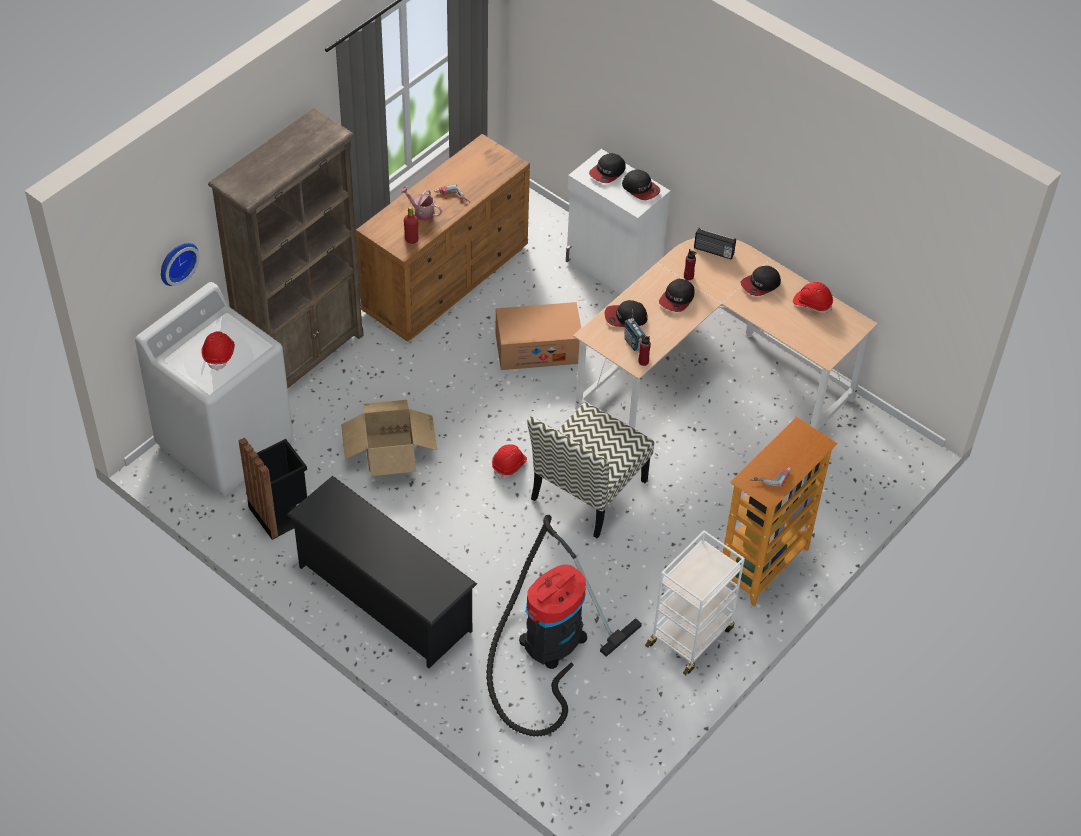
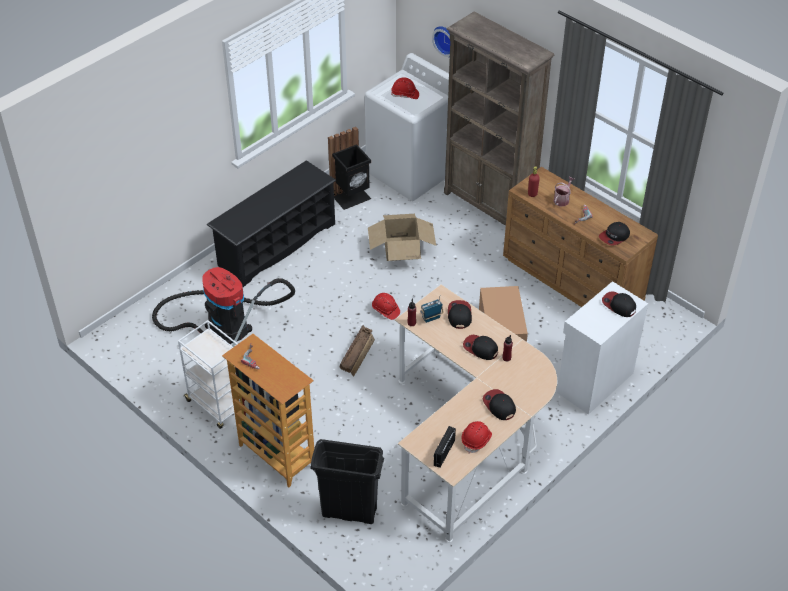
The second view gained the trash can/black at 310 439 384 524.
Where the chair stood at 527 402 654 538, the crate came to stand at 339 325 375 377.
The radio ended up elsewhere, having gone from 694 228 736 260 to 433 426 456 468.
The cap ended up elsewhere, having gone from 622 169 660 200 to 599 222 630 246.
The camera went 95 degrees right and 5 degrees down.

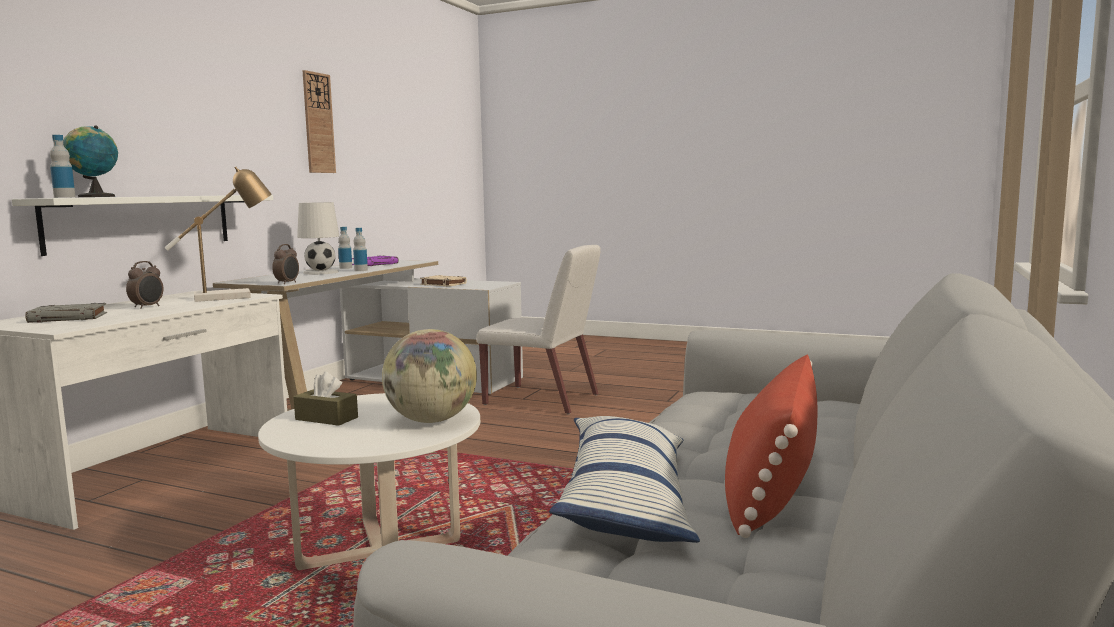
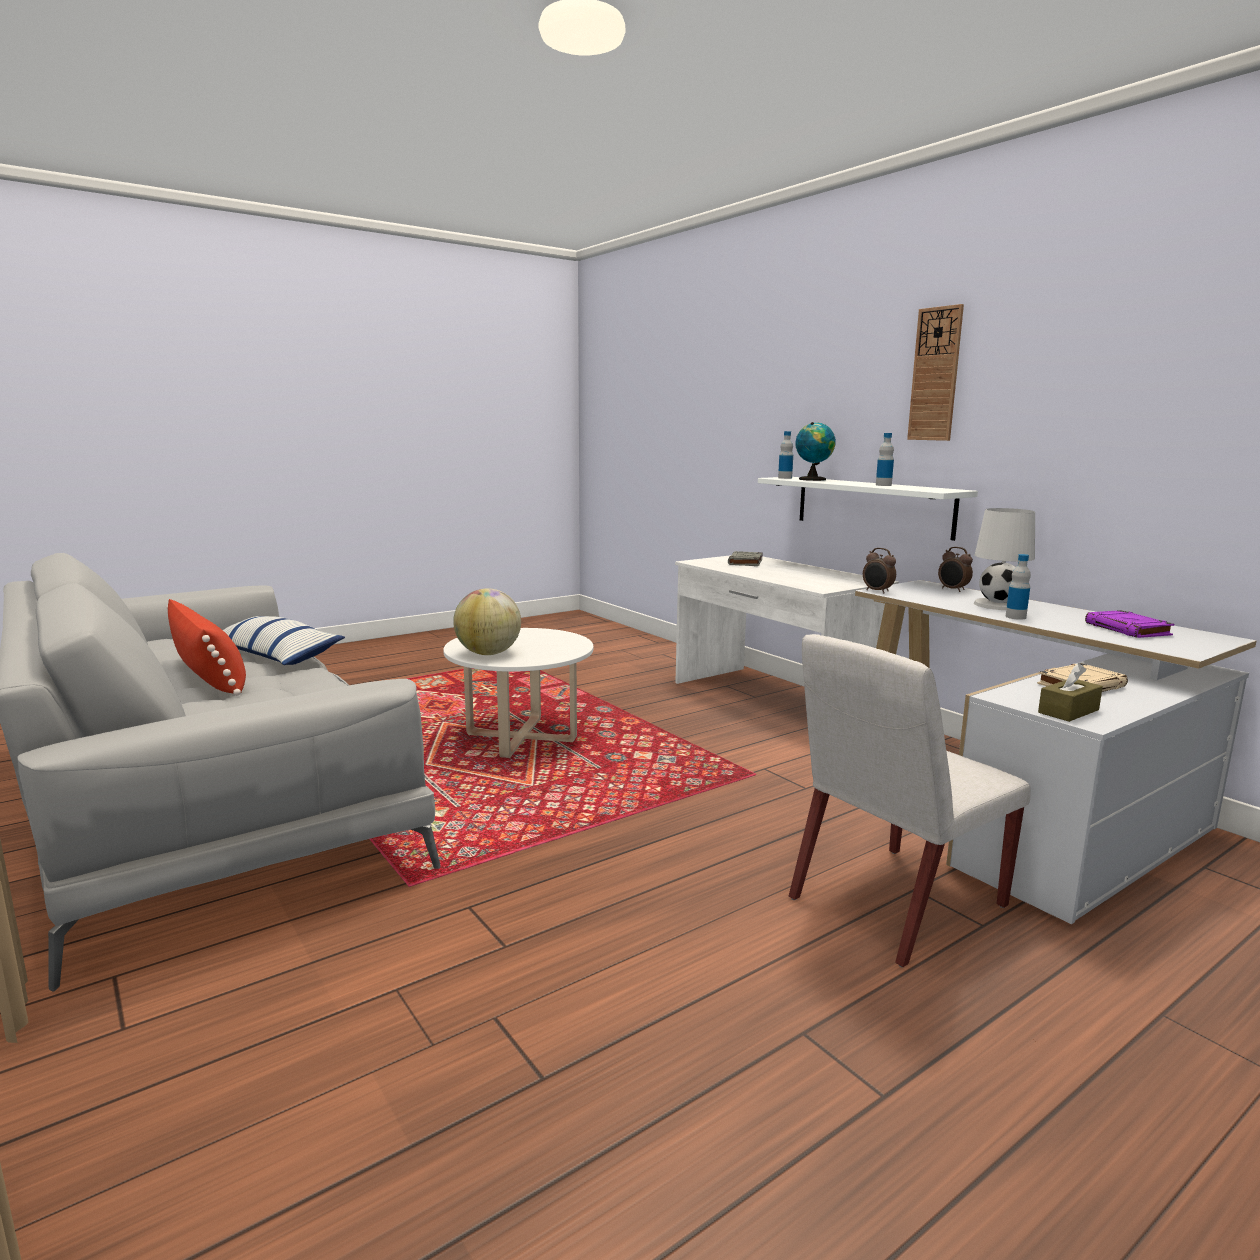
The bottle ended up elsewhere, having gone from 338 227 352 269 to 876 433 894 486.
The wall clock ended up elsewhere, having gone from 303 70 336 173 to 907 304 964 441.
The alarm clock ended up elsewhere, having gone from 126 261 163 309 to 938 547 973 592.
The tissue box/brown ended up elsewhere, having gone from 294 372 358 426 to 1038 663 1103 722.
The second view lost the table lamp at 164 167 272 302.
The camera went 120 degrees right and 5 degrees up.

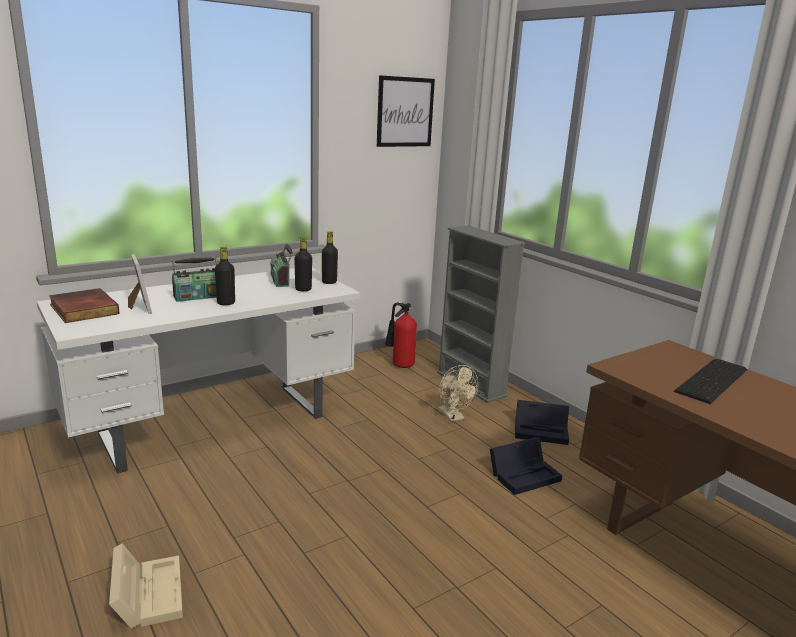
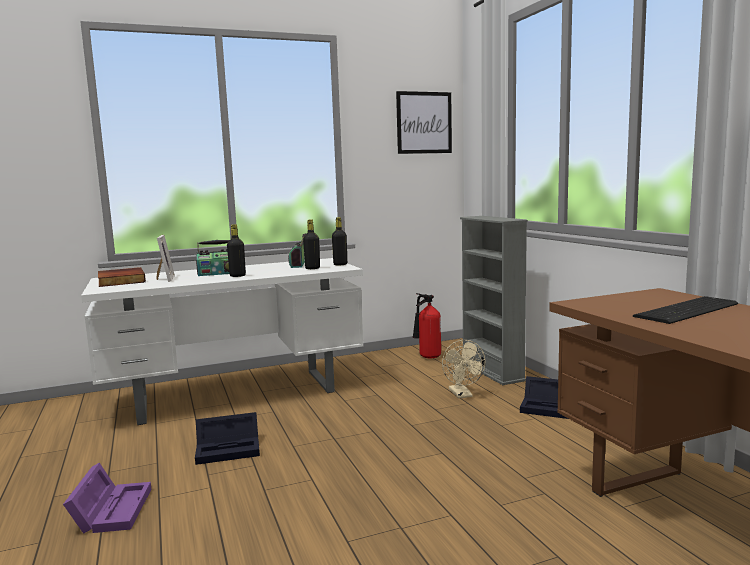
What was the storage box/beige at 109 543 183 629 turned into the storage box/purple at 63 463 151 534.
The storage box/black ended up elsewhere, having gone from 490 437 562 495 to 195 412 260 465.
The camera went 15 degrees right and 10 degrees down.

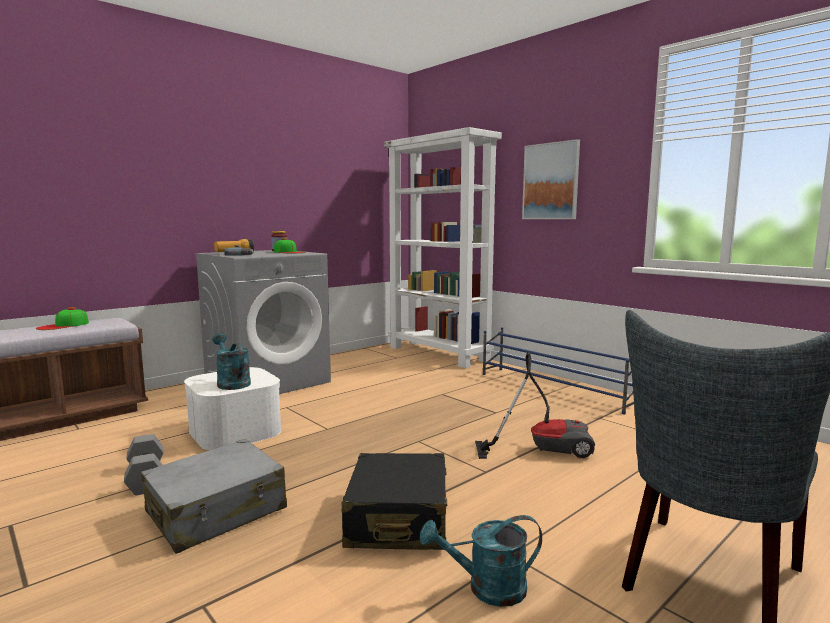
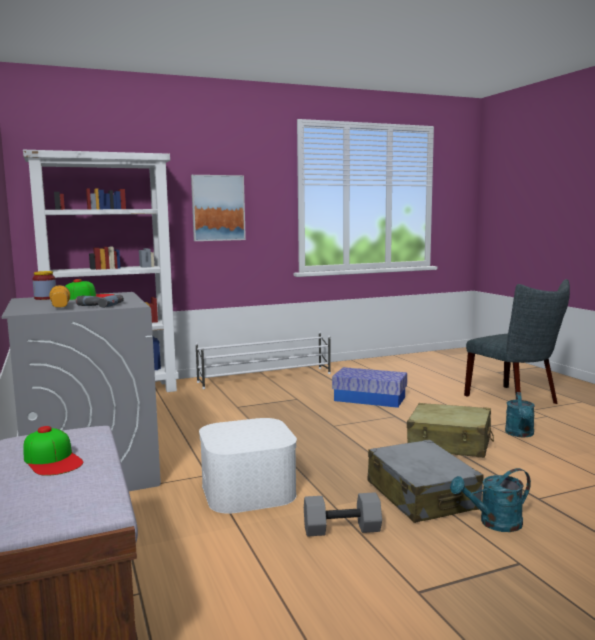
What was the shoe rack/blue at 483 327 634 414 turned into the shoe rack/white at 195 332 331 389.
Where the vacuum cleaner stood at 475 352 595 459, the storage box came to stand at 332 367 407 408.
What was the suitcase/black at 341 453 447 550 turned into the suitcase/beige at 407 403 494 458.
The watering can/turquoise ended up elsewhere, having gone from 213 333 251 390 to 450 468 531 532.
The camera went 70 degrees left and 0 degrees up.

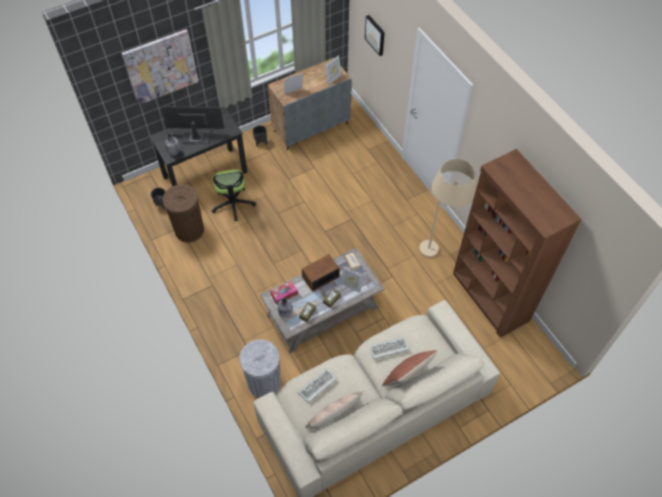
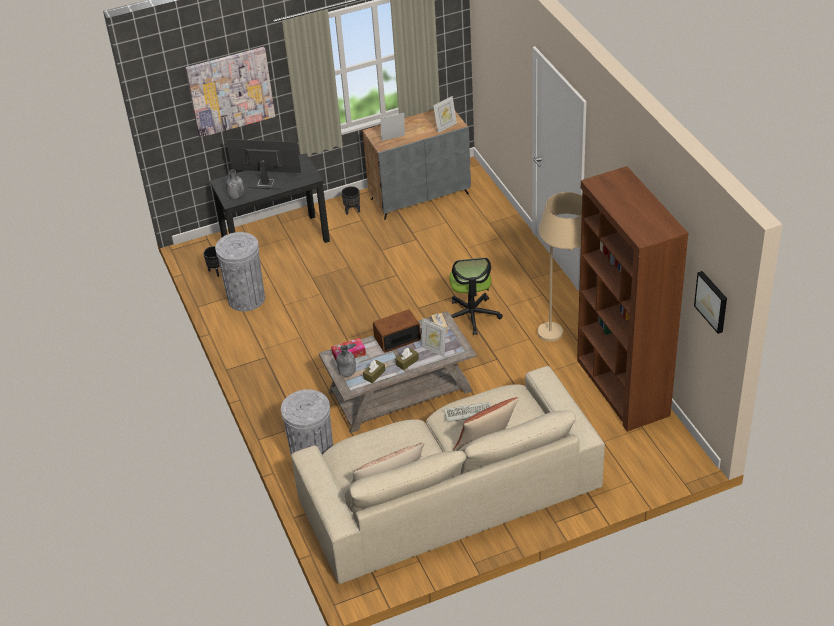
What was the trash can/brown at 163 184 204 242 turned into the trash can/grey at 215 232 265 311.
The office chair ended up elsewhere, having gone from 212 169 256 221 to 450 258 503 335.
The picture ended up elsewhere, having gone from 365 15 385 56 to 694 271 727 334.
The second view lost the keyboard at 298 368 337 403.
The camera went 10 degrees right and 15 degrees down.

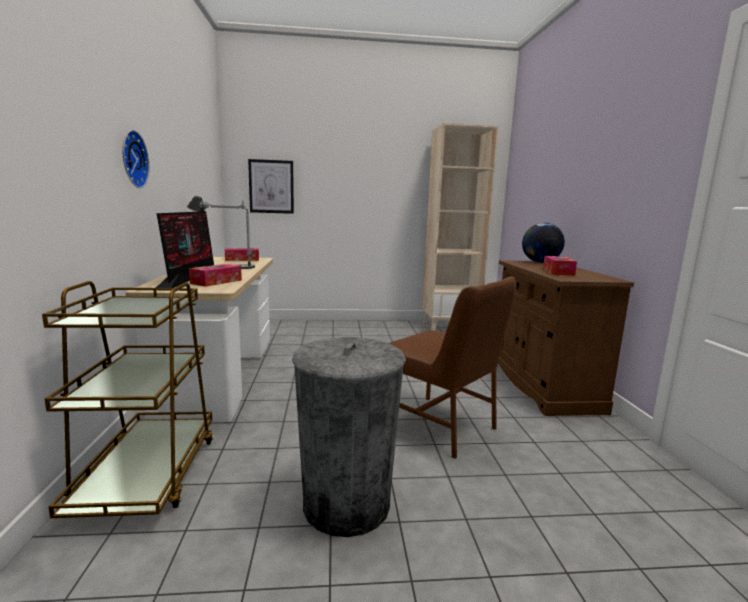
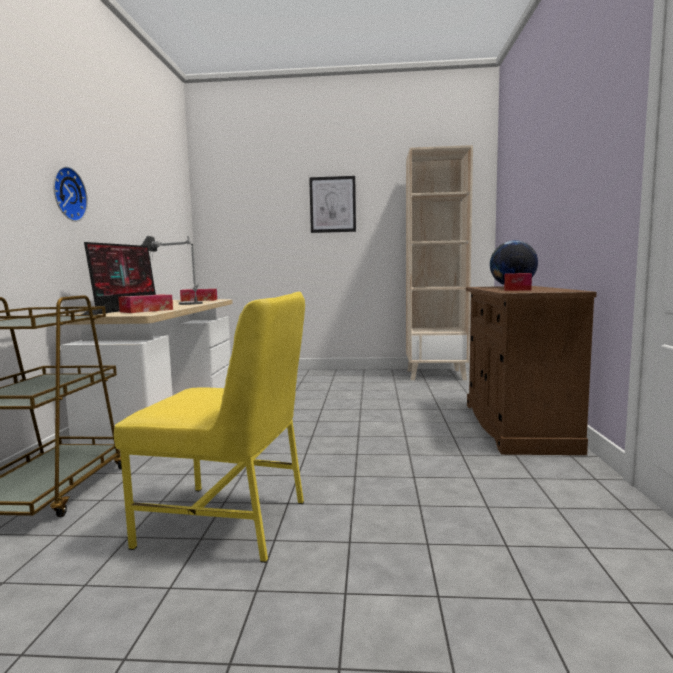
Where the trash can/grey stood at 292 337 406 537, the chair/yellow came to stand at 114 292 305 563.
The picture ended up elsewhere, having gone from 248 159 294 214 to 309 176 356 233.
The second view lost the chair/brown at 389 276 516 459.
The camera went 10 degrees right and 5 degrees down.

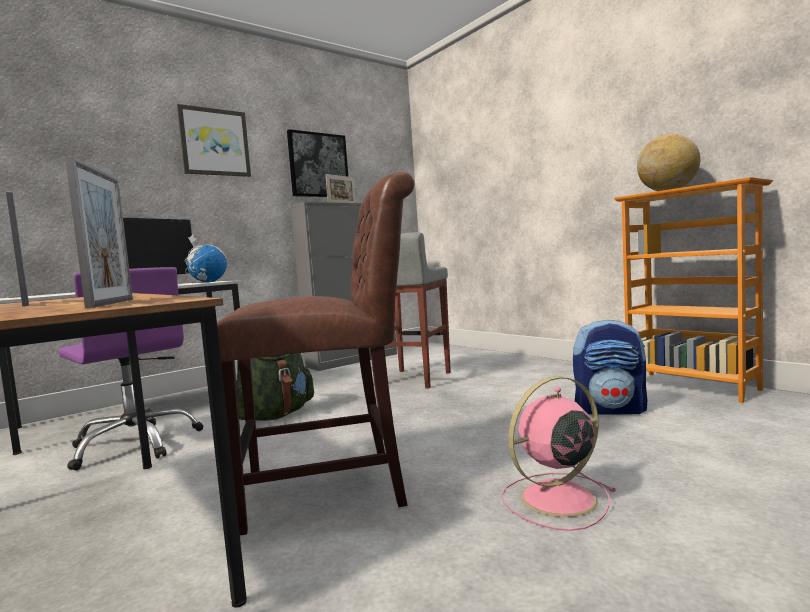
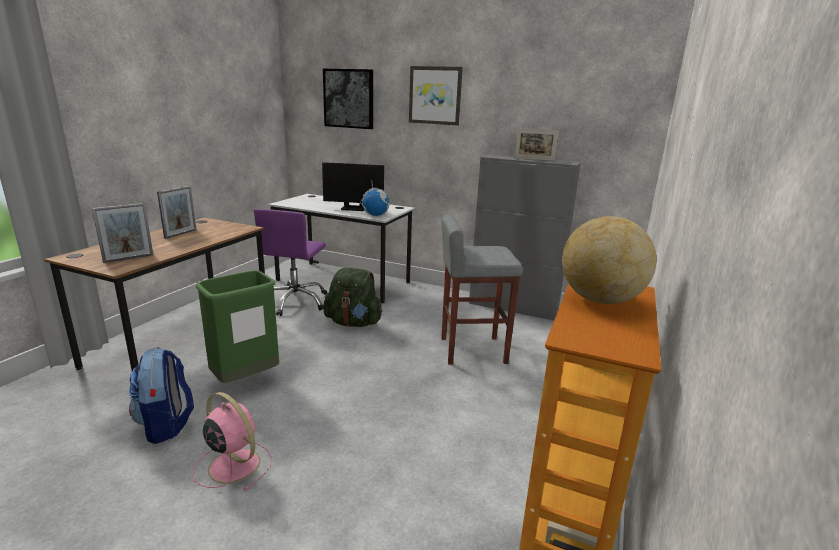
The backpack ended up elsewhere, having gone from 573 319 647 415 to 129 347 194 444.
Where the chair/brown stood at 217 172 415 535, the trash can/green came to stand at 196 270 279 383.
The picture ended up elsewhere, having gone from 287 129 348 197 to 323 69 373 129.
The camera went 60 degrees right and 15 degrees up.

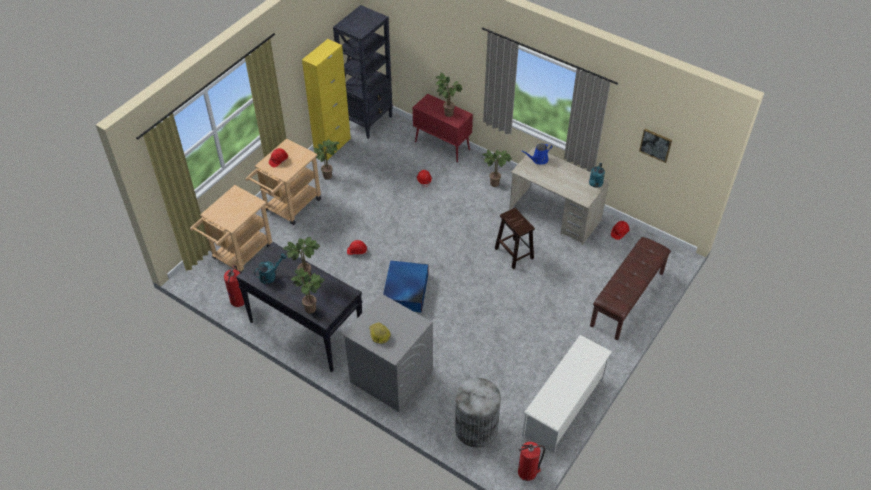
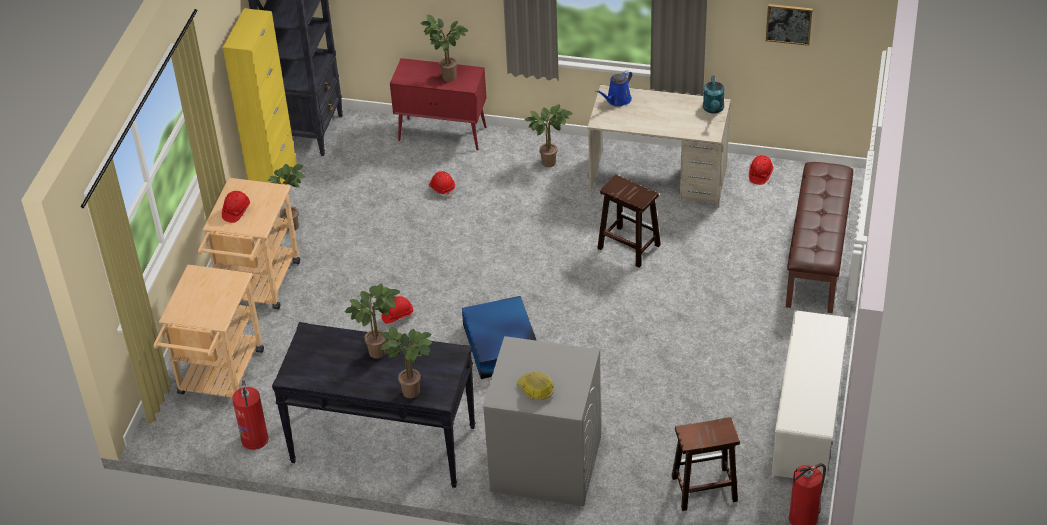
Where the trash can/grey stood at 455 378 501 447, the stool/brown came to stand at 672 417 740 511.
The second view lost the watering can/turquoise at 254 253 287 284.
The camera went 20 degrees left and 5 degrees down.

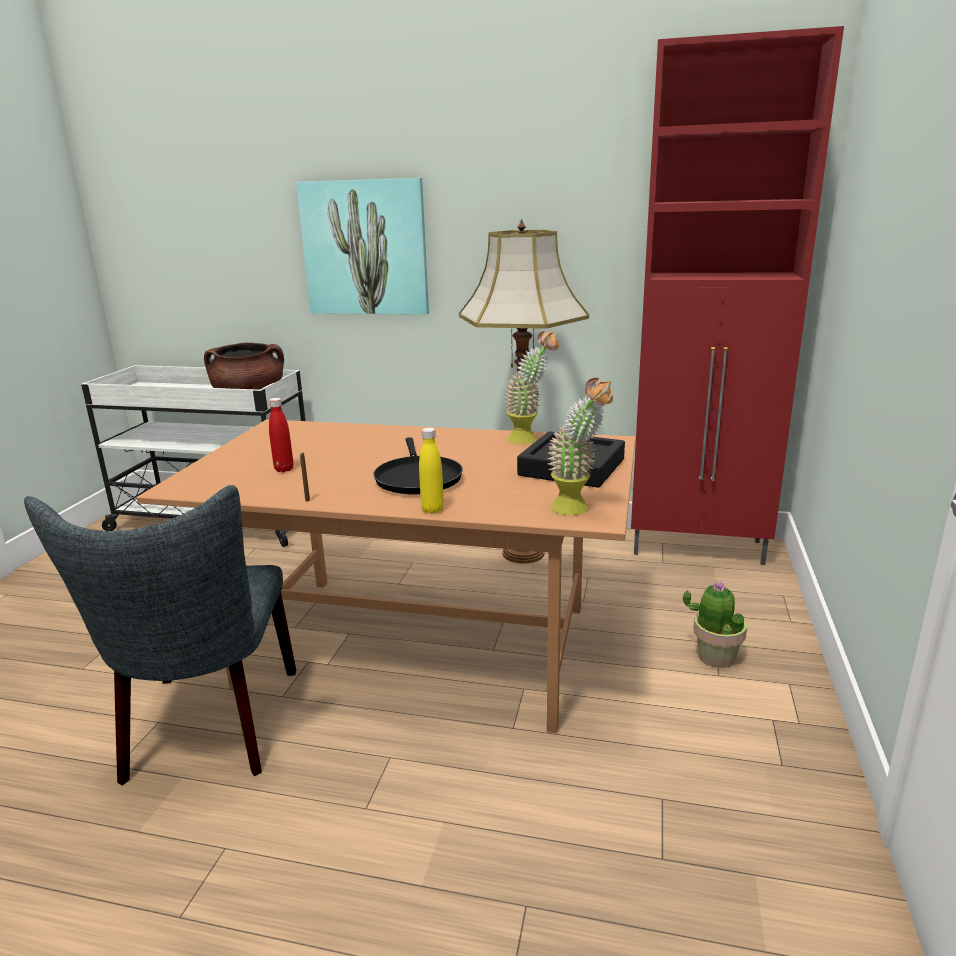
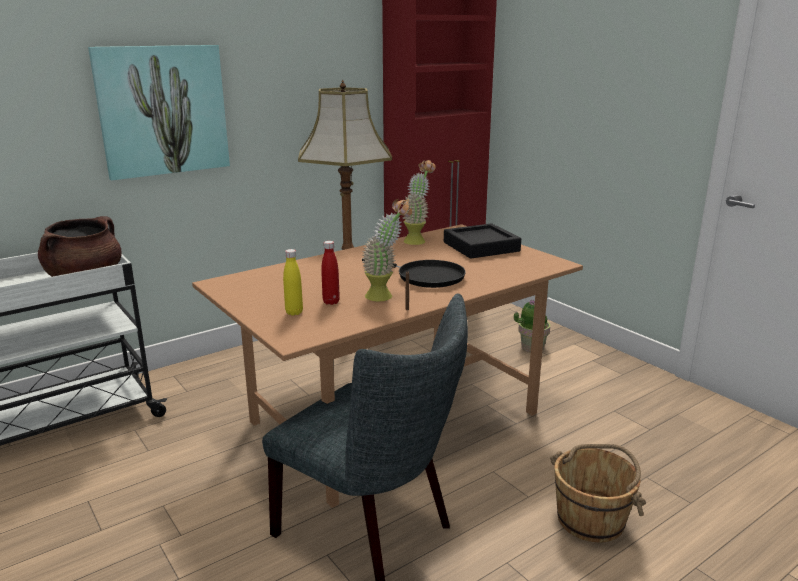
The bottle/yellow ended up elsewhere, having gone from 419 428 444 514 to 283 249 303 316.
The potted plant ended up elsewhere, having gone from 547 378 613 515 to 362 199 412 302.
The second view gained the bucket/brown at 550 444 646 543.
The camera went 50 degrees left and 0 degrees up.

